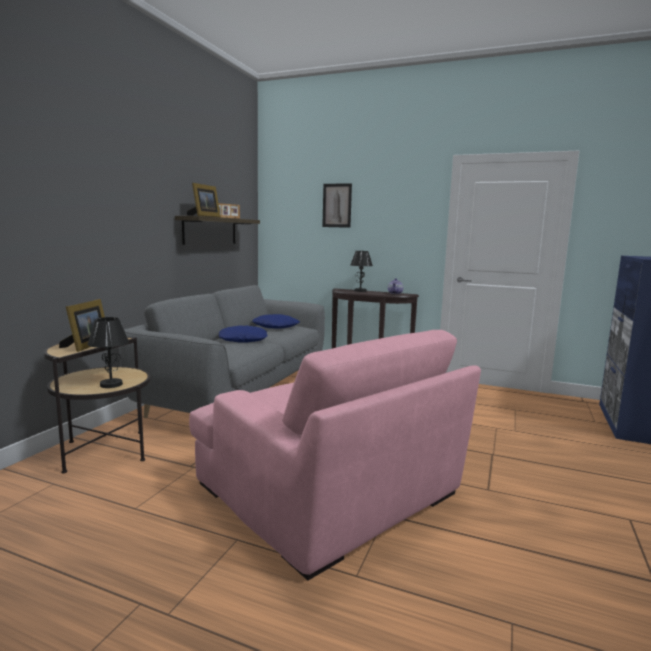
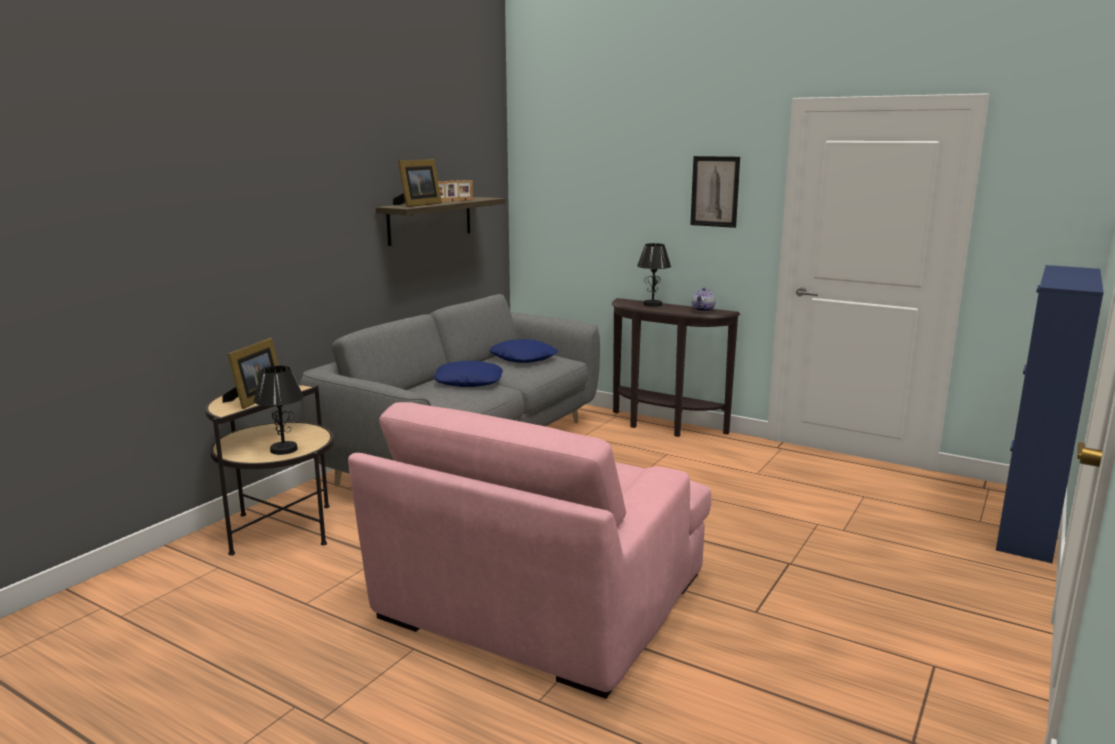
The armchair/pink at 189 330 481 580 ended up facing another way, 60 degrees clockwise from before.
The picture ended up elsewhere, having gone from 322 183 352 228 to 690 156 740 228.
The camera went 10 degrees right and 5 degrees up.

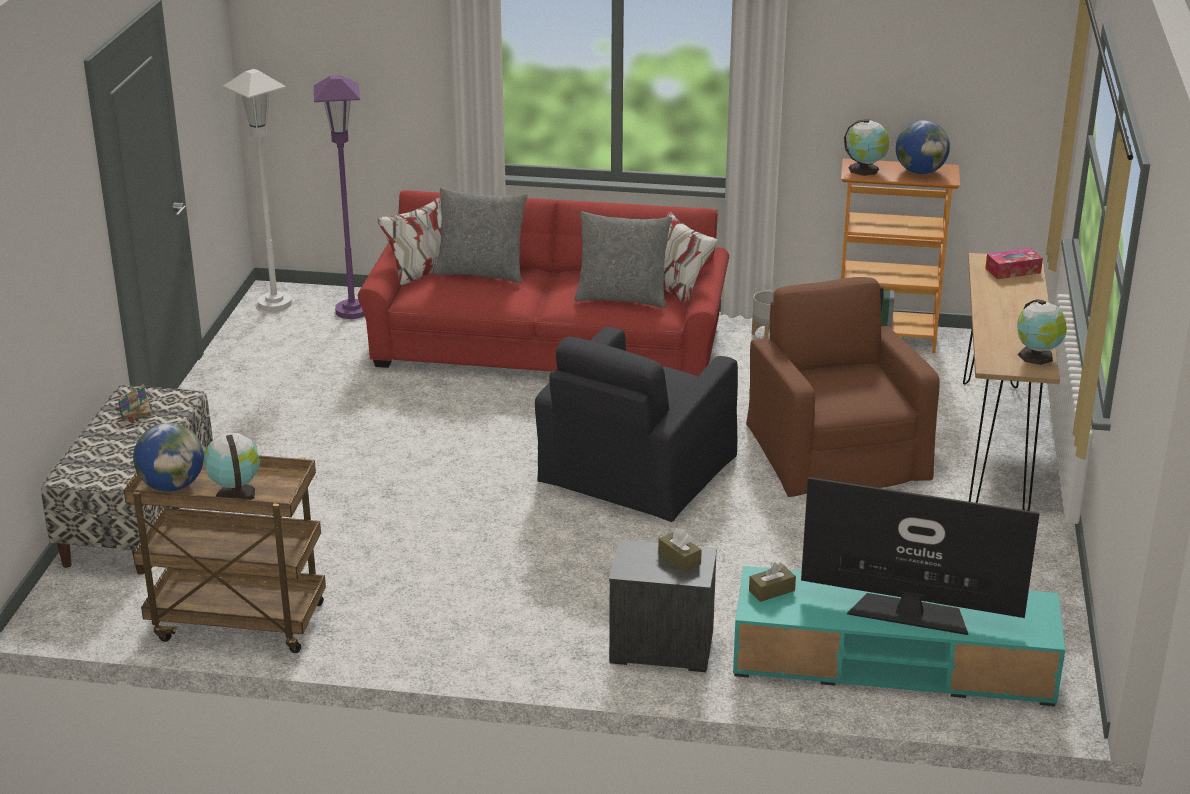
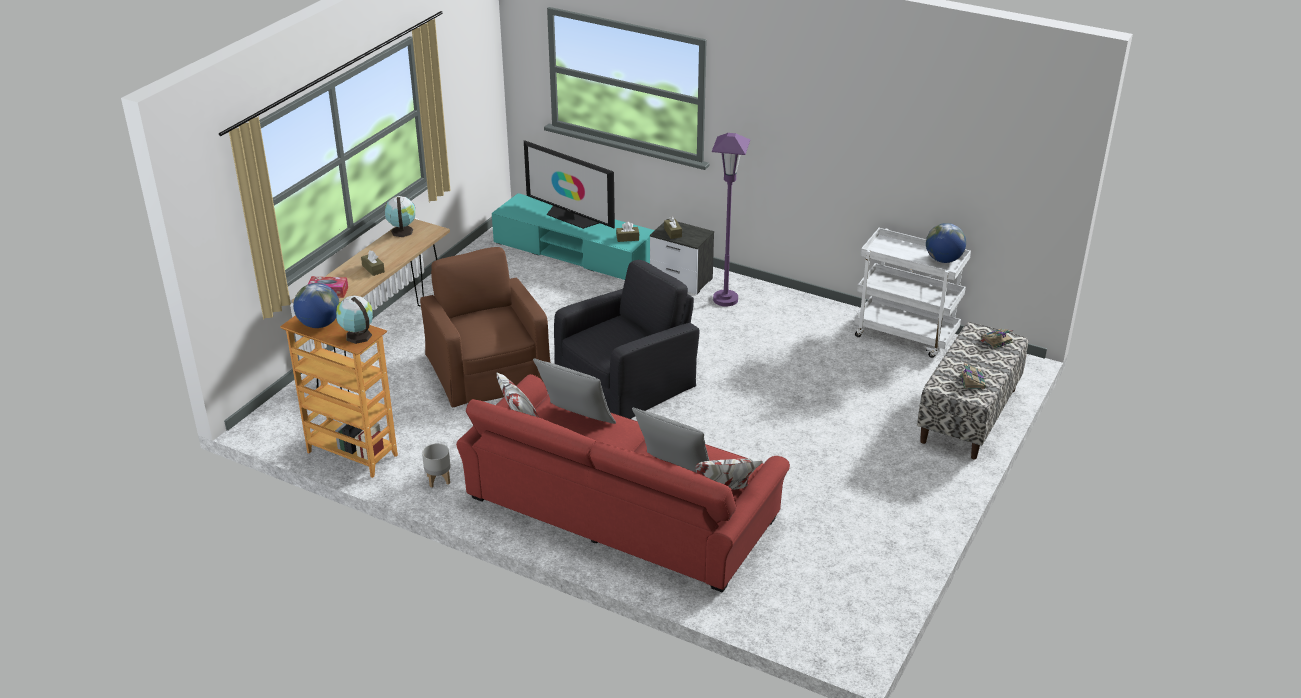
The second view gained the tissue box/brown at 361 250 385 276.
The armchair/brown at 746 277 940 497 ended up facing another way, 150 degrees clockwise from before.
The floor lamp/purple ended up elsewhere, having gone from 314 75 365 319 to 712 133 750 307.
What was the cart/brown at 124 451 326 653 turned into the cart/white at 854 228 971 358.
The second view gained the book at 981 329 1013 349.
The second view lost the globe at 204 432 260 500.
The second view lost the floor lamp/white at 223 69 292 312.
The camera went 160 degrees left and 5 degrees up.

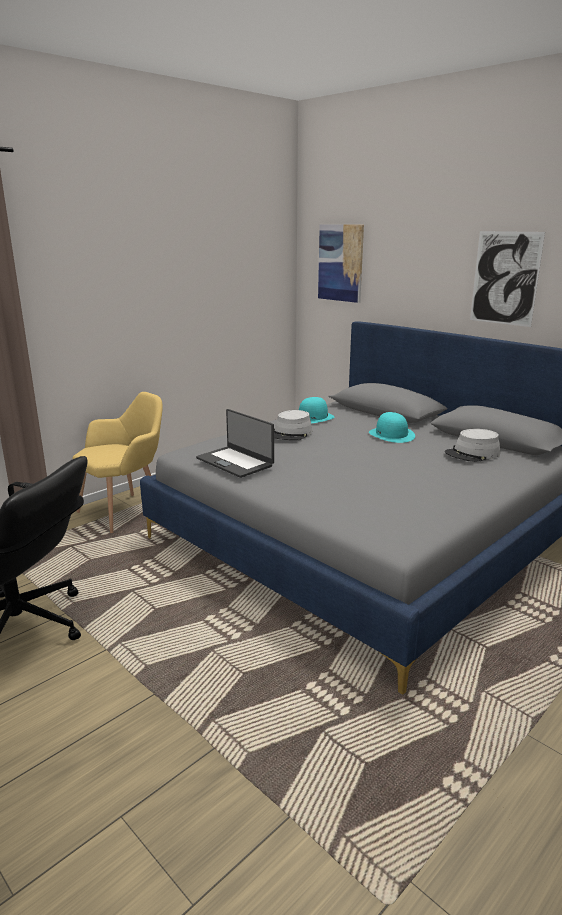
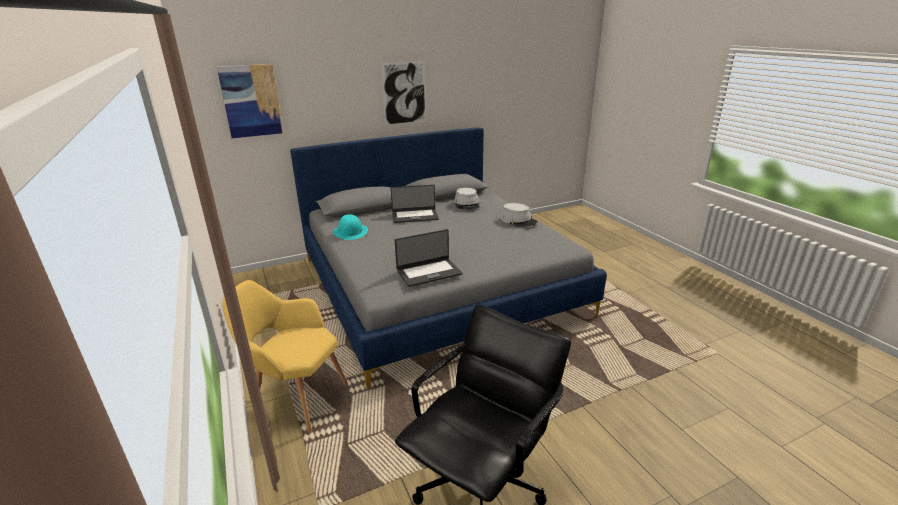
The armchair/yellow at 73 392 163 533 ended up facing another way, 45 degrees counterclockwise from before.
Where the hat/turquoise stood at 369 412 415 443, the laptop came to stand at 391 185 439 223.
The hat/grey ended up elsewhere, having gone from 274 410 312 440 to 501 203 538 227.
The camera went 70 degrees left and 5 degrees up.

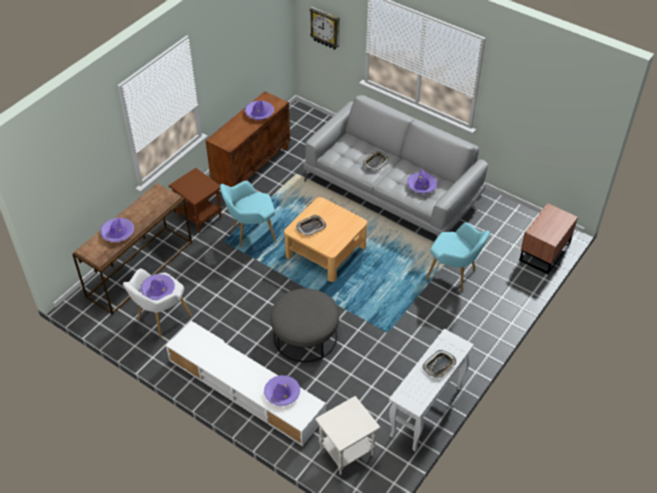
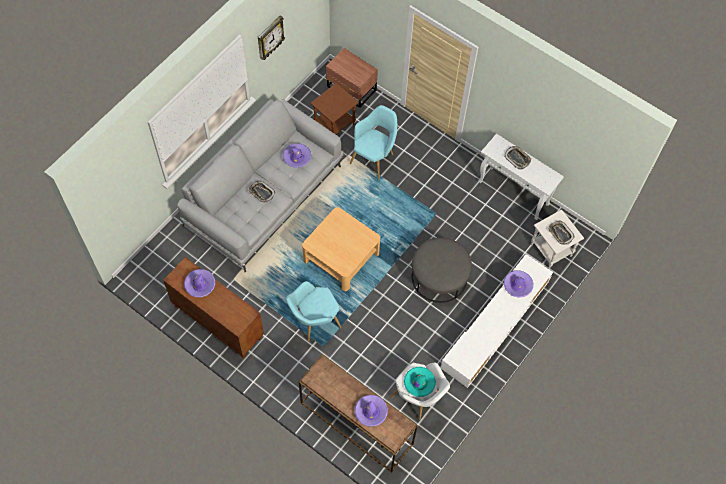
The wall clock ended up elsewhere, having gone from 310 7 340 50 to 258 15 285 60.
The armchair/turquoise at 220 181 277 247 ended up facing another way, 75 degrees clockwise from before.
The side table/brown ended up elsewhere, having gone from 169 168 222 233 to 310 83 359 134.
What was the hat/purple at 141 274 175 300 turned into the hat/turquoise at 404 367 436 397.
The tray ended up elsewhere, having gone from 296 214 326 236 to 548 220 575 245.
The camera went 90 degrees left and 15 degrees up.

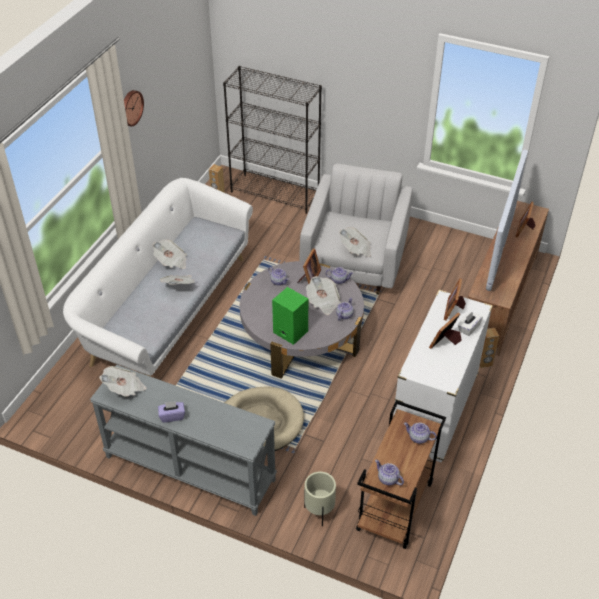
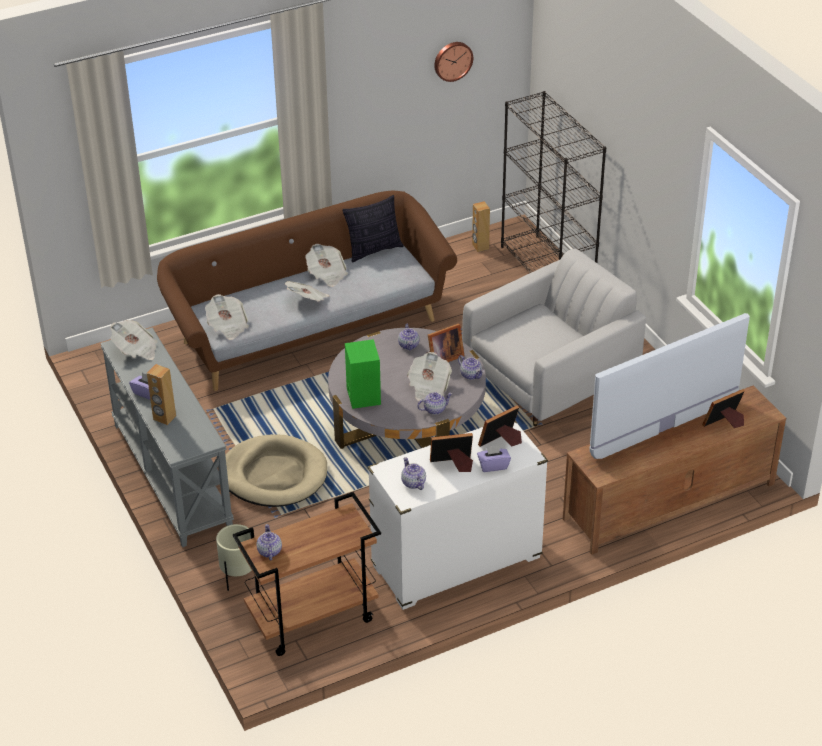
The speaker/brown ended up elsewhere, having gone from 480 328 499 368 to 147 364 176 425.
What was the sofa/white at 63 178 253 377 turned into the sofa/brown at 157 191 457 391.
The newspaper ended up elsewhere, having gone from 339 227 371 257 to 205 294 249 340.
The second view gained the pillow at 343 195 403 263.
The teapot ended up elsewhere, having gone from 404 422 437 444 to 401 457 426 490.
The wall clock ended up elsewhere, having gone from 124 90 144 126 to 434 42 473 82.
What was the tissue box/white at 458 312 483 336 turned into the tissue box/purple at 477 445 511 472.
The camera went 40 degrees right and 5 degrees down.

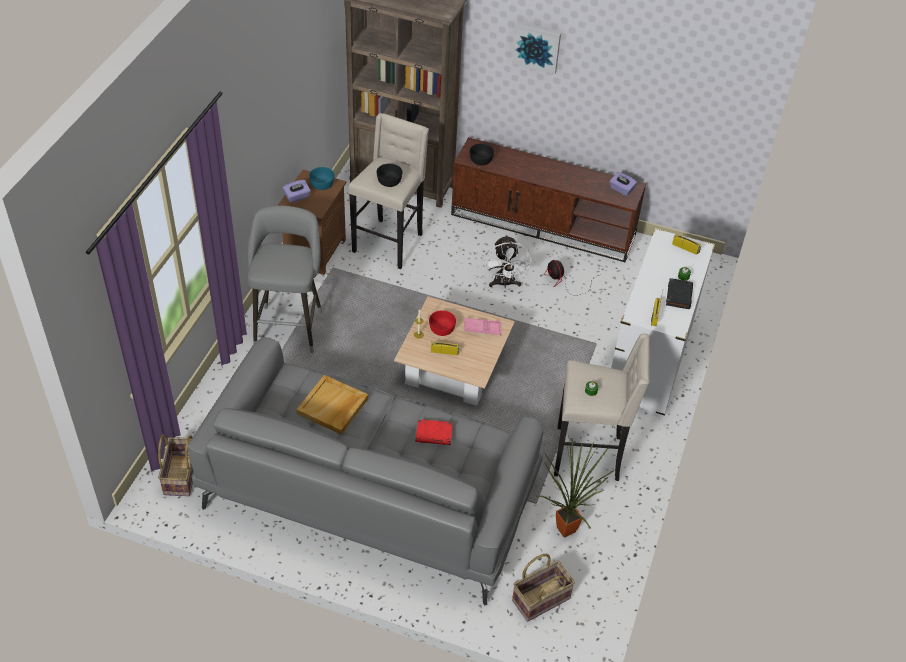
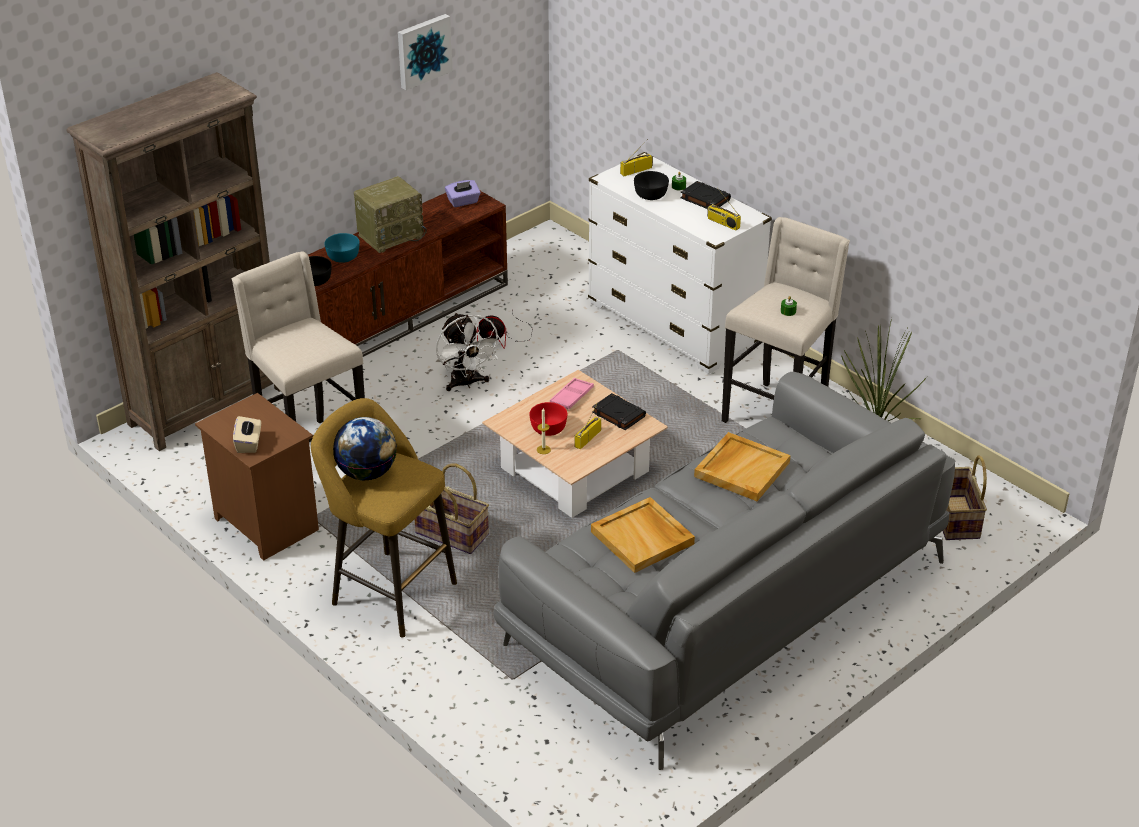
What was the tissue box/purple at 283 180 311 203 turned into the tissue box/beige at 233 416 261 453.
What was the stool/grey at 247 206 322 353 turned into the stool/yellow at 311 398 457 638.
The bowl/turquoise ended up elsewhere, having gone from 309 167 335 190 to 324 233 360 263.
The second view gained the globe at 333 417 397 480.
The second view gained the radio at 354 176 427 253.
The picture ended up elsewhere, having gone from 512 23 561 74 to 398 14 453 90.
The basket ended up elsewhere, having gone from 158 434 193 496 to 415 463 489 554.
The fan/white at 485 235 532 288 ended up facing another way, 45 degrees clockwise from before.
The second view gained the book/black at 592 393 646 430.
The bowl/black ended up elsewhere, having gone from 377 164 402 187 to 634 171 669 200.
Where the book/red stood at 416 419 453 445, the tray/beige came to stand at 694 432 791 501.
The camera went 60 degrees left and 10 degrees down.

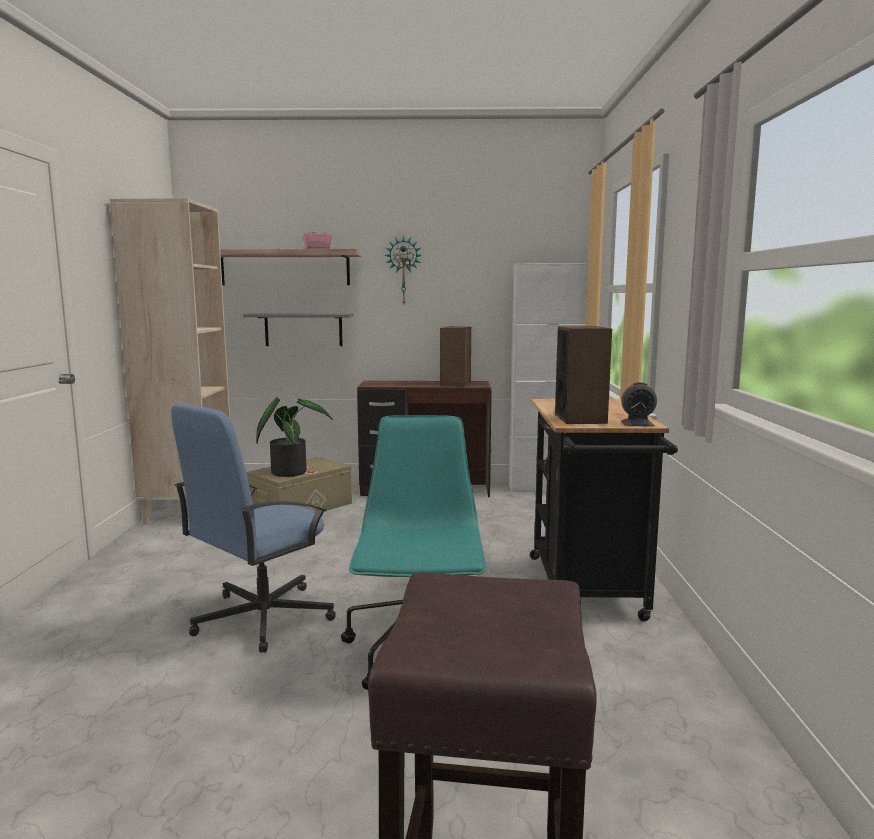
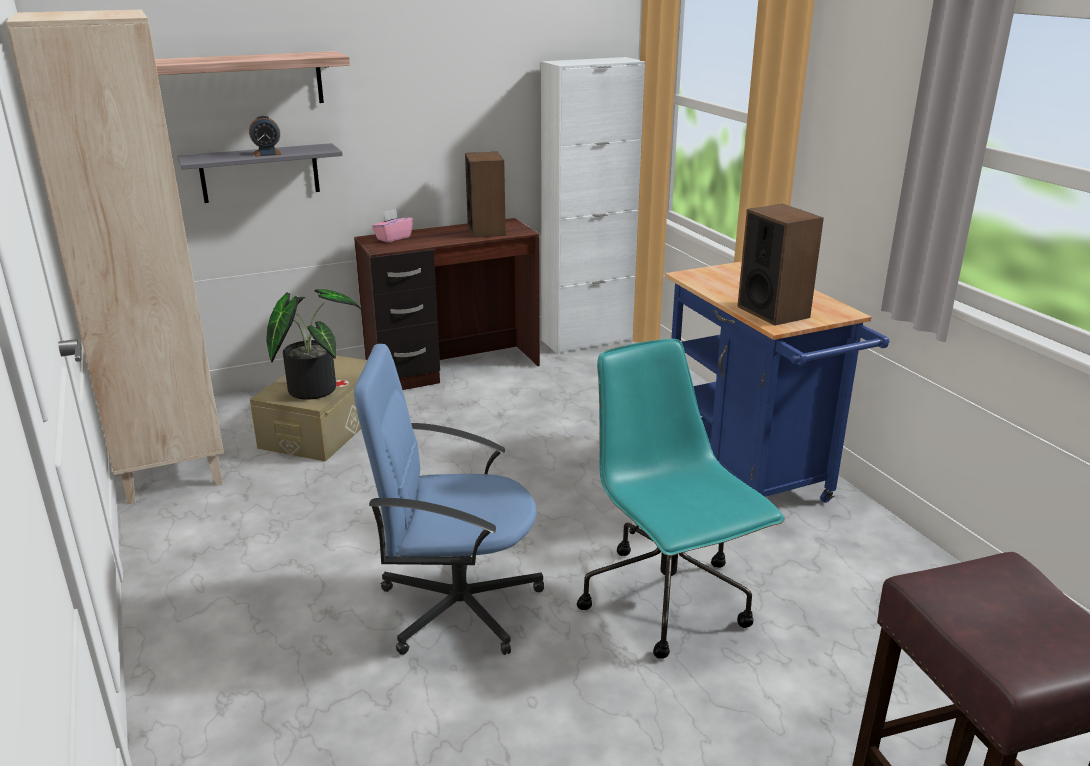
The alarm clock ended up elsewhere, having gone from 621 382 657 426 to 249 116 281 157.
The office chair/blue at 171 403 336 653 ended up facing another way, 75 degrees clockwise from before.
The tissue box/pink ended up elsewhere, having gone from 302 228 332 249 to 372 209 413 243.
What was the cart/black at 530 399 678 622 turned into the cart/blue at 665 261 890 503.
The second view lost the wall clock at 384 235 422 304.
The camera went 25 degrees left and 15 degrees up.

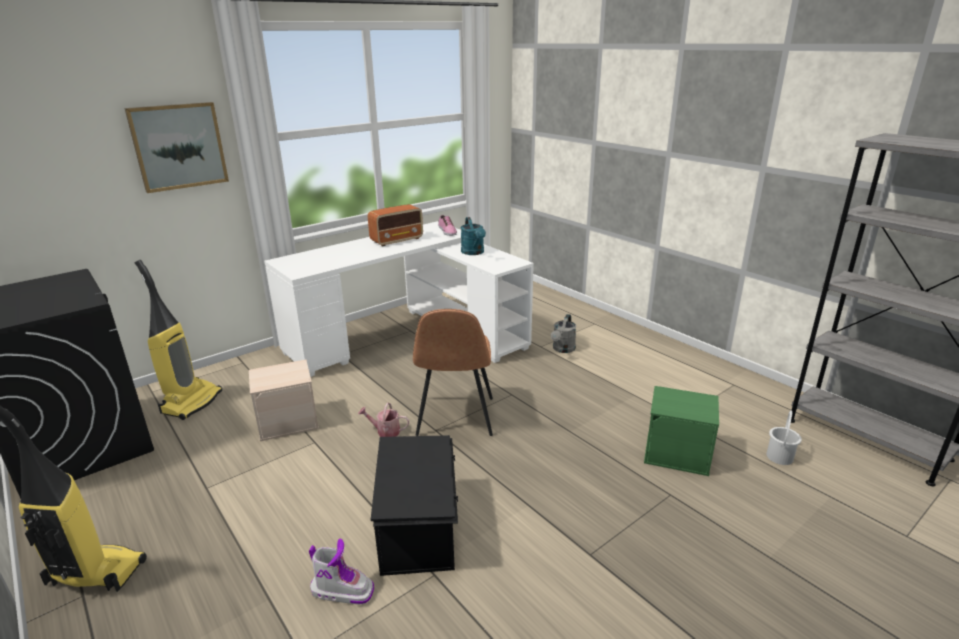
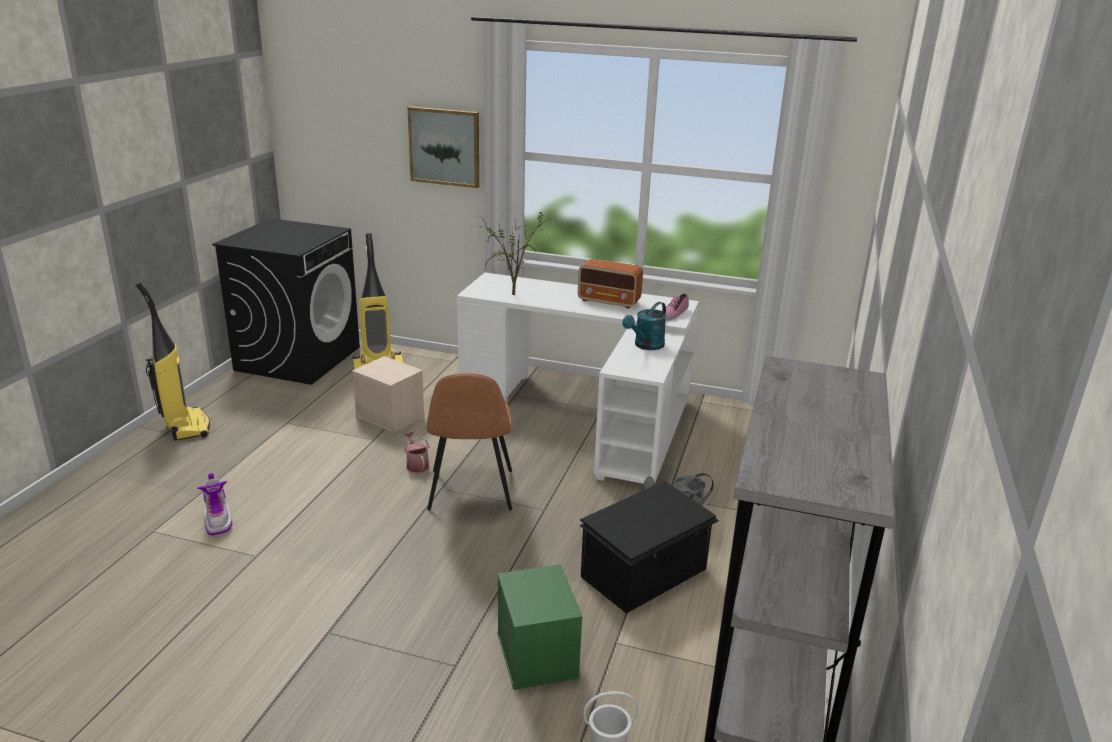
The chair/brown at 413 309 493 436 ended up facing another way, 60 degrees counterclockwise from before.
The second view gained the potted plant at 479 212 555 295.
The storage box/black ended up elsewhere, having gone from 371 435 458 576 to 580 481 719 614.
The camera went 55 degrees right and 0 degrees up.

